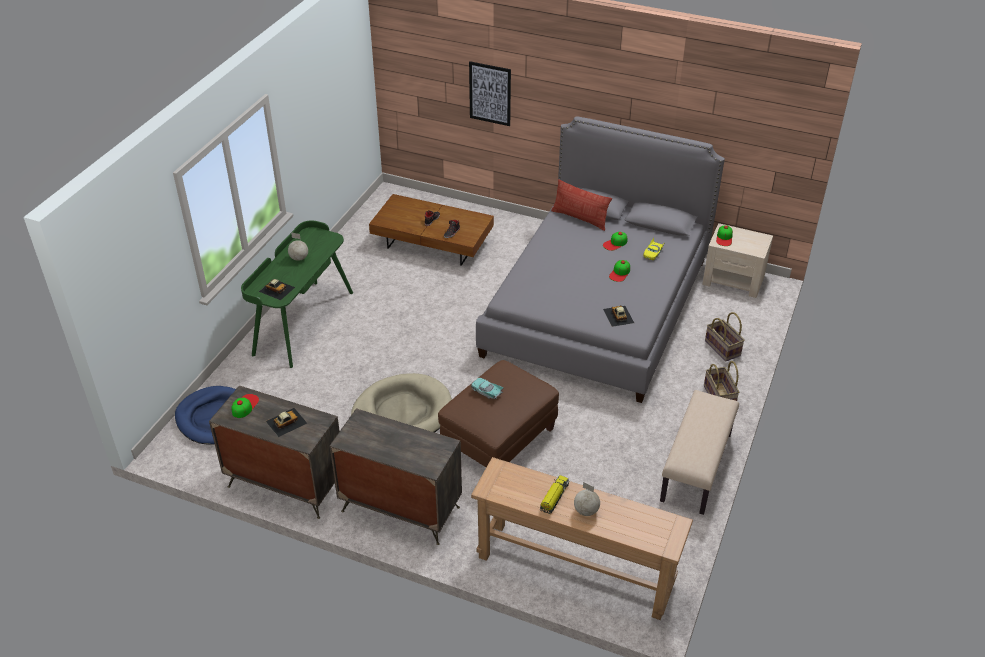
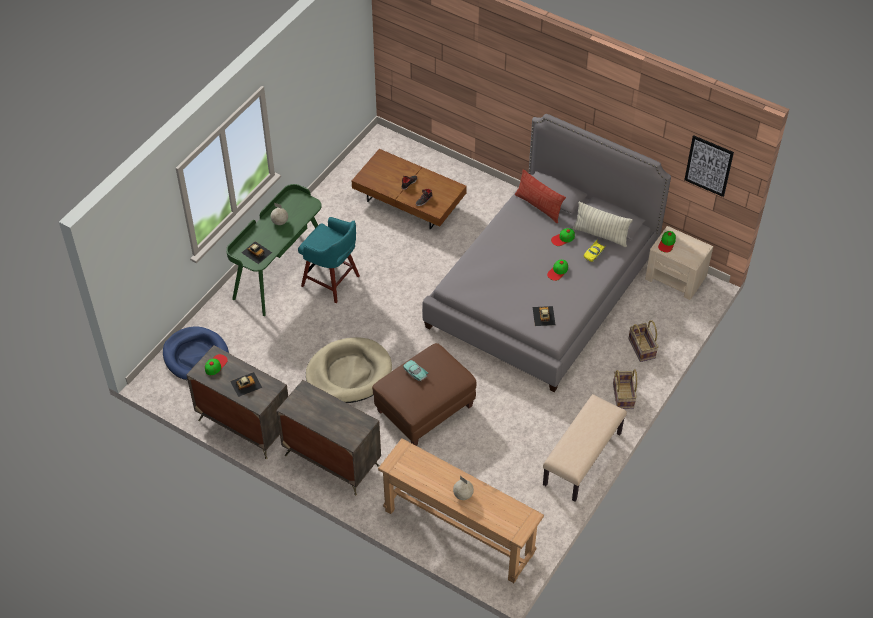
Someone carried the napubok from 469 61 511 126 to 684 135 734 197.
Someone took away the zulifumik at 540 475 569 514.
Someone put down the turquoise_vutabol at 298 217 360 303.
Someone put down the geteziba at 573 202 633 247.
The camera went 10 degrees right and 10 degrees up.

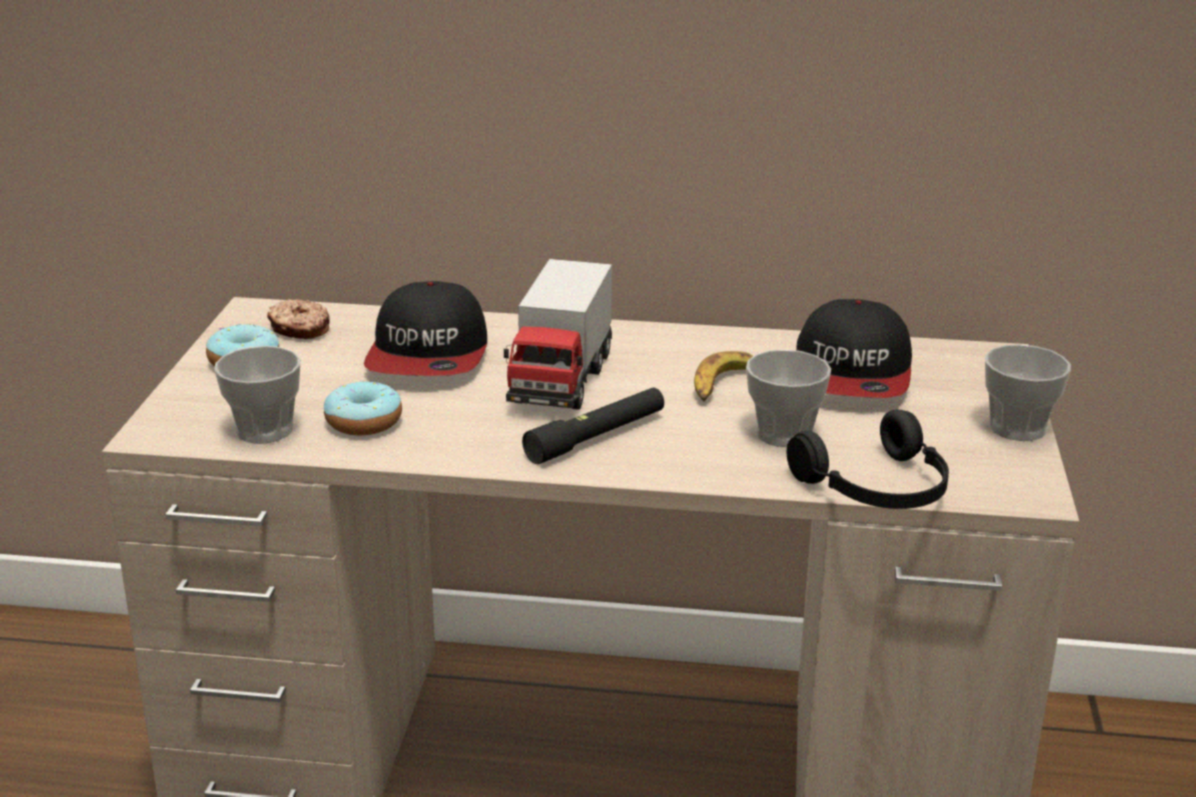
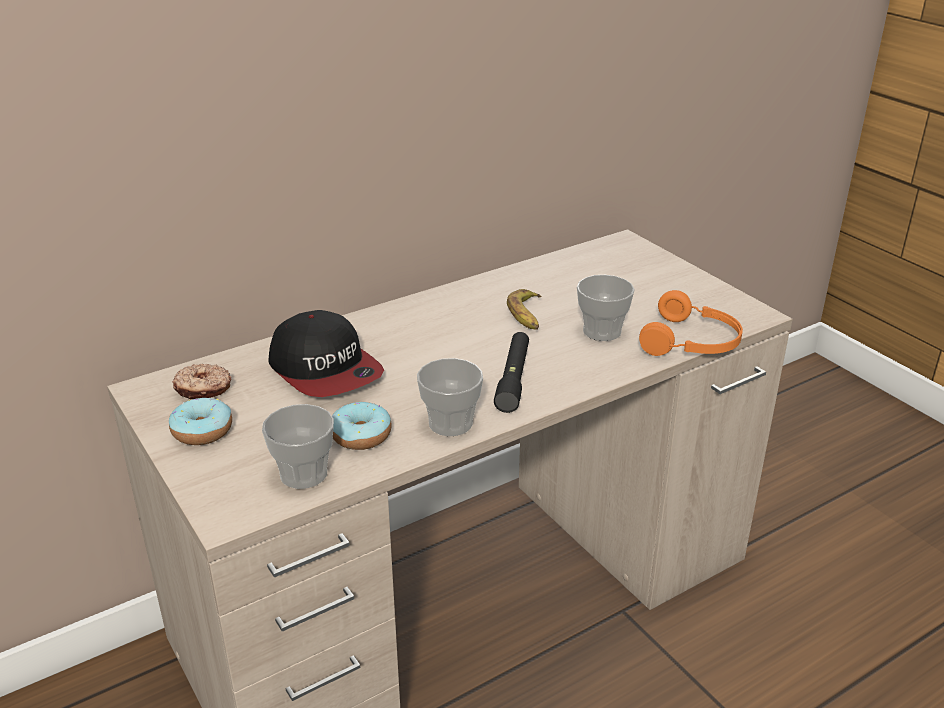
Someone took away the zulifumik at 504 259 612 410.
Someone repainted the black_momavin at 787 409 949 509, which became the orange_momavin at 639 290 743 356.
Someone took away the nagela at 796 299 912 398.
Someone carried the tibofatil from 985 344 1071 441 to 417 358 483 436.
The camera went 40 degrees left and 5 degrees up.

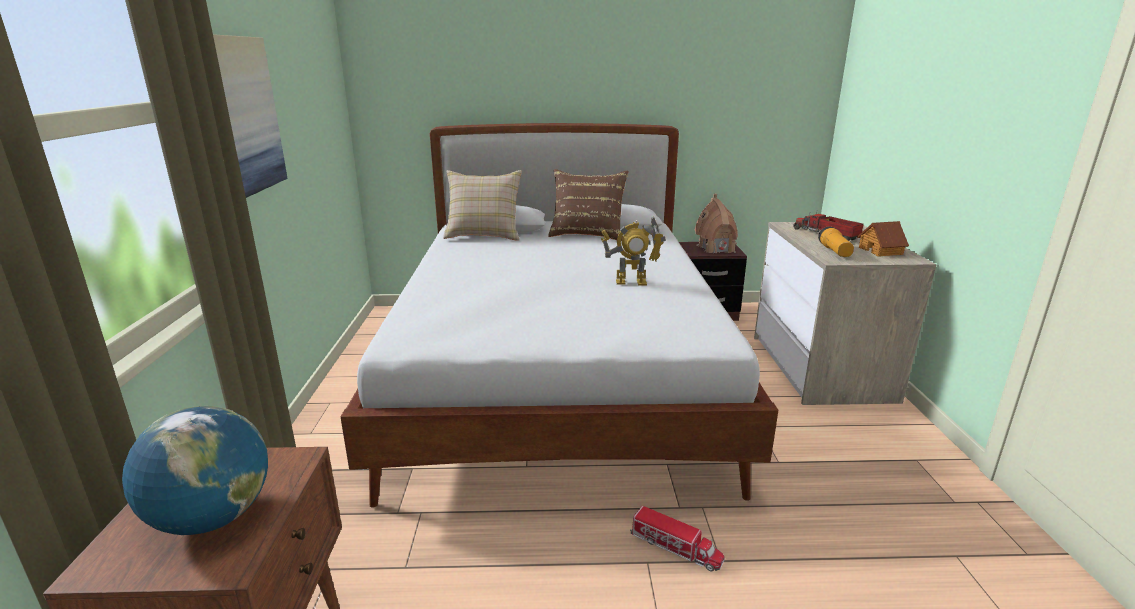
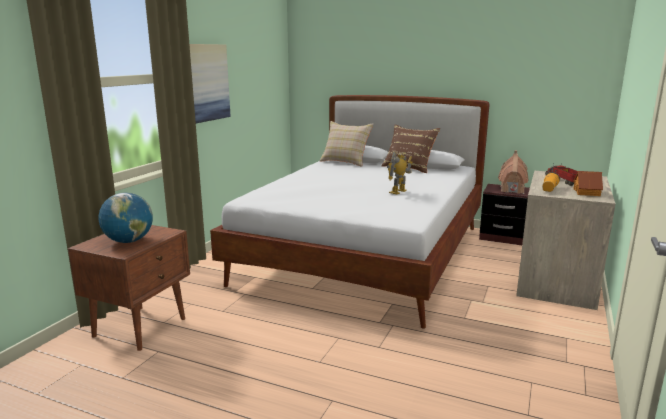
Someone rotated the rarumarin at 601 216 666 286 by 105 degrees clockwise.
Someone took away the zulifumik at 630 506 725 572.
The camera went 25 degrees right and 5 degrees down.

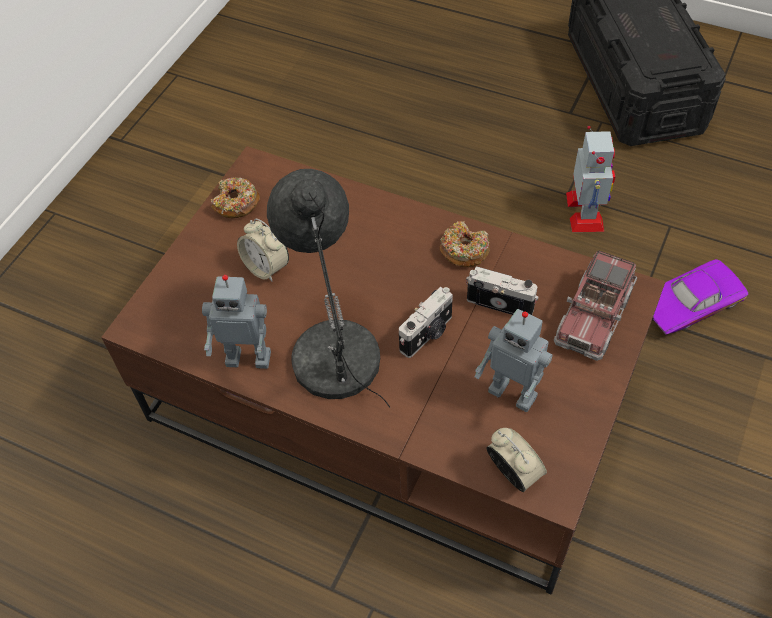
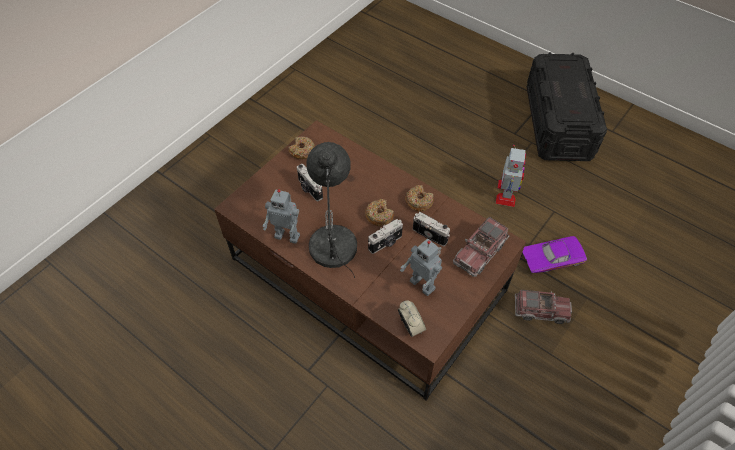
Someone swapped the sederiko at 237 218 289 282 for the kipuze at 297 164 323 201.
Someone put down the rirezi at 365 199 394 226.
Someone put down the zulifumik at 515 290 572 324.
The camera went 10 degrees right and 0 degrees up.

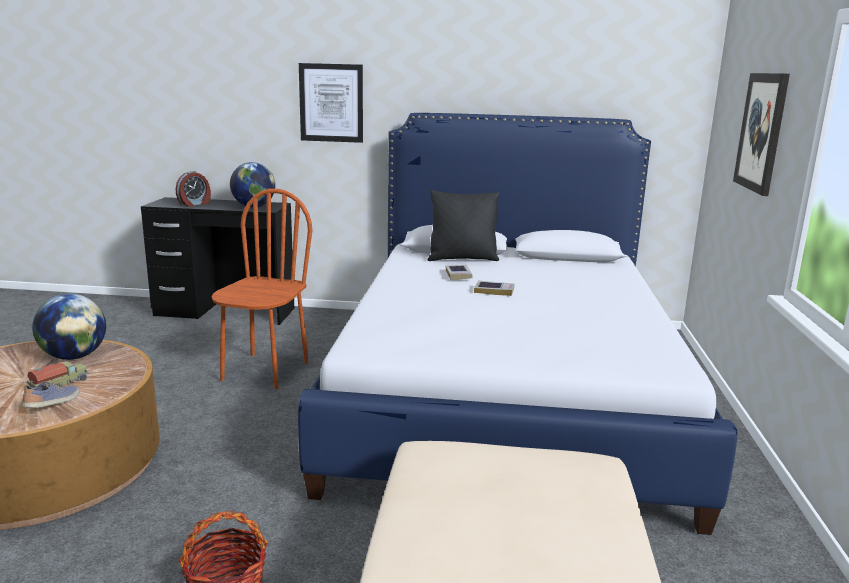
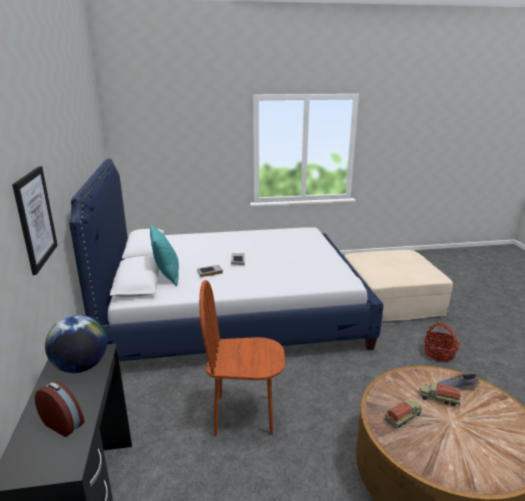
Someone swapped the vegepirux at 32 294 106 360 for the zulifumik at 385 400 422 429.
Someone repainted the black_geteziba at 427 189 500 261, which became the turquoise_geteziba at 150 225 179 286.
Someone took away the napubok at 733 73 790 196.
The camera went 105 degrees left and 5 degrees up.

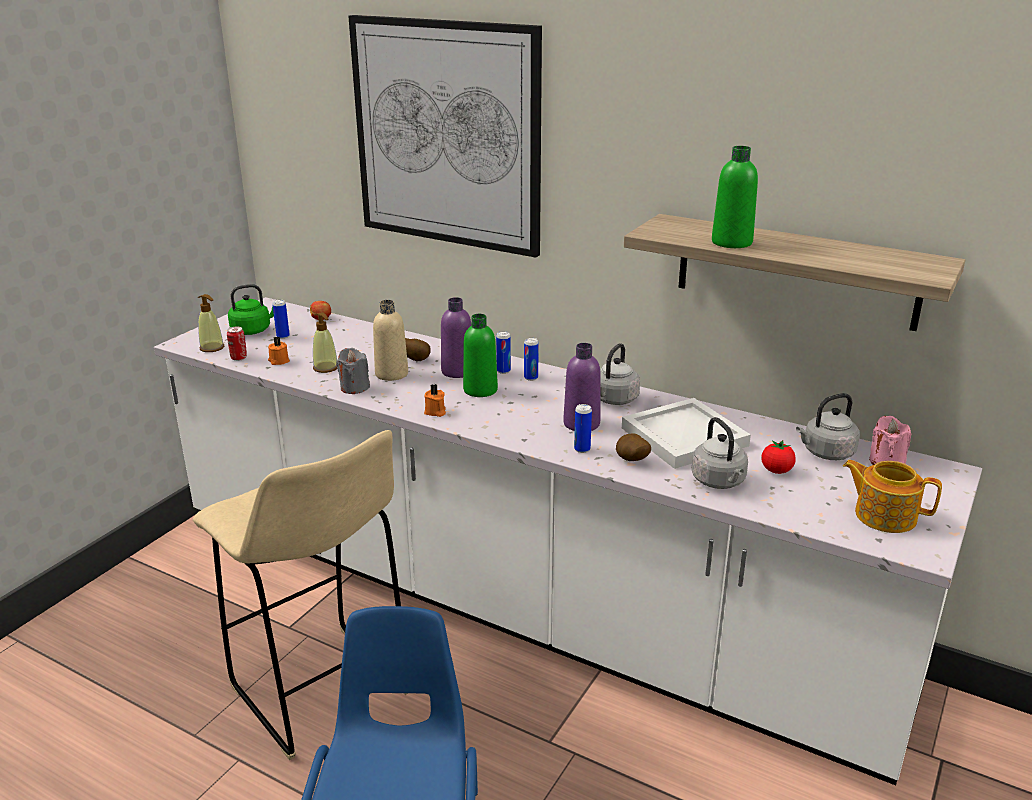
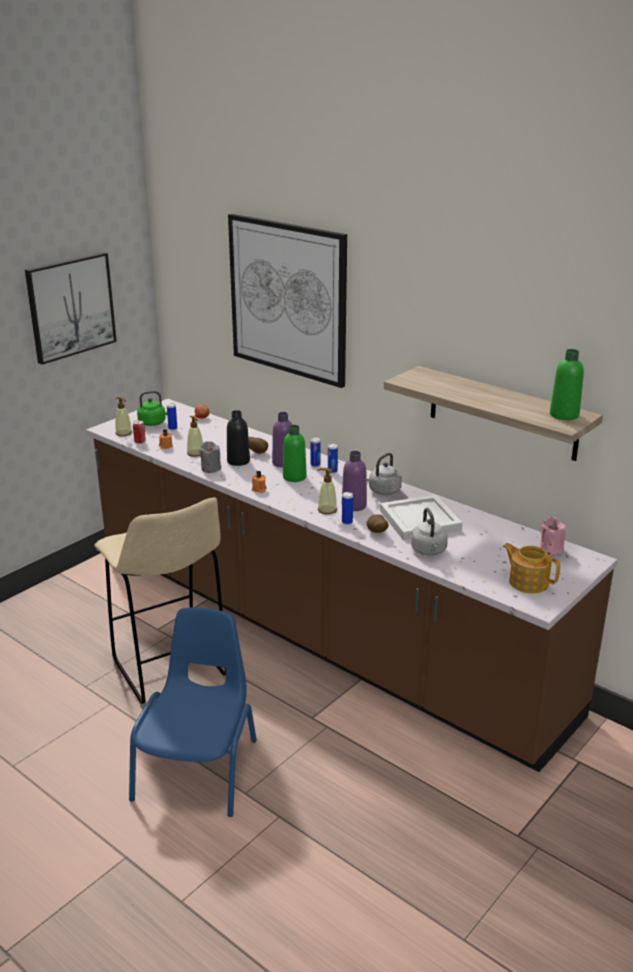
Someone repainted the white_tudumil at 154 297 982 785, which became the brown_tudumil at 86 399 617 772.
Someone repainted the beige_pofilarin at 373 300 408 381, which became the black_pofilarin at 227 410 250 466.
Someone carried the green_pofilarin from 712 146 758 248 to 550 349 584 420.
Someone took away the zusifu at 761 440 796 474.
Someone took away the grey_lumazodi at 796 393 860 460.
Someone put up the napubok at 25 252 117 365.
Someone put down the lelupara at 317 468 337 514.
The camera went 10 degrees right and 0 degrees up.

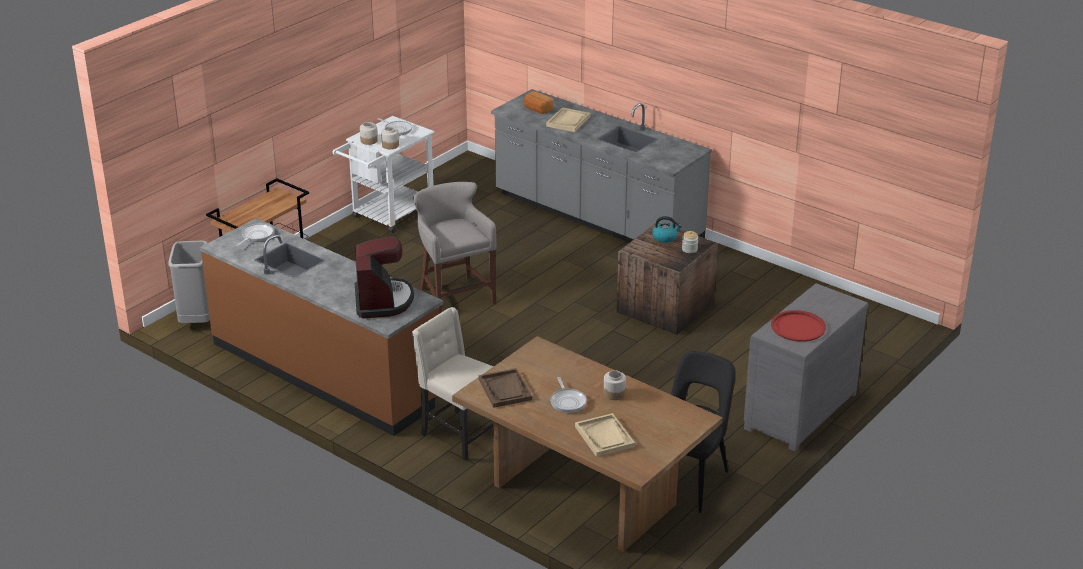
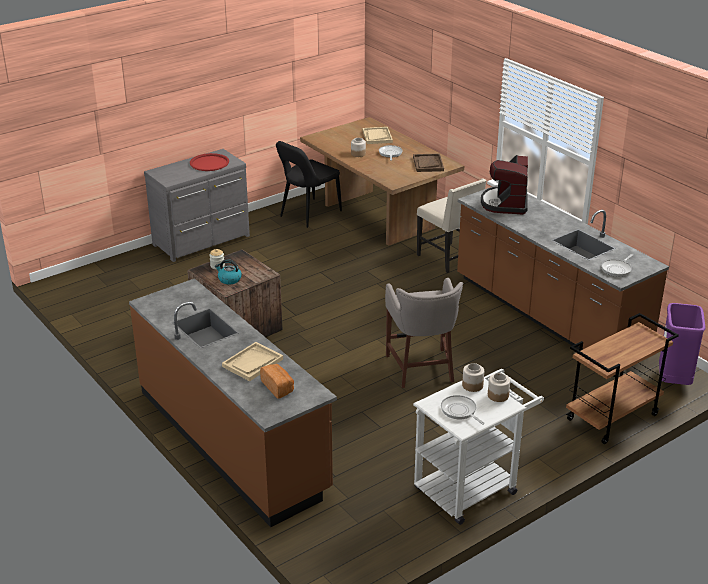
Someone repainted the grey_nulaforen at 168 241 210 323, which became the purple_nulaforen at 659 303 705 385.
Someone repainted the grey_tudumil at 491 89 712 243, which became the brown_tudumil at 129 278 337 527.
The camera went 165 degrees left and 0 degrees up.

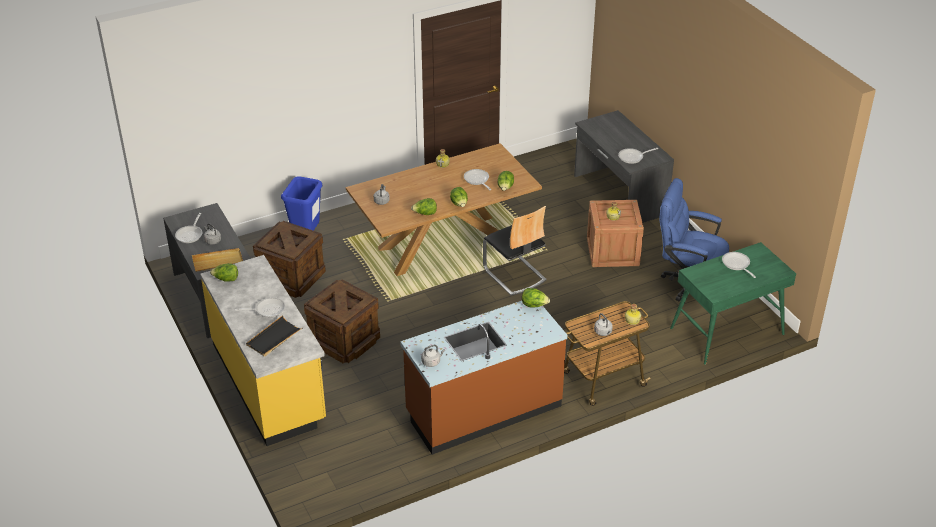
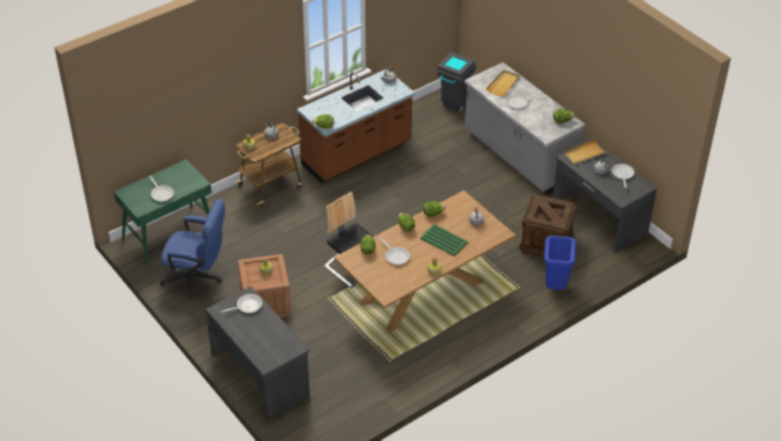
Someone repainted the yellow_tudumil at 200 255 326 446, which became the grey_tudumil at 464 62 585 195.
Someone repainted the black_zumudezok at 246 315 303 357, which became the beige_zumudezok at 486 70 520 96.
Someone took away the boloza at 304 280 380 364.
Someone put down the green_zumudezok at 420 224 468 256.
Someone put down the grey_nulaforen at 437 52 476 112.
The camera went 170 degrees right and 5 degrees up.

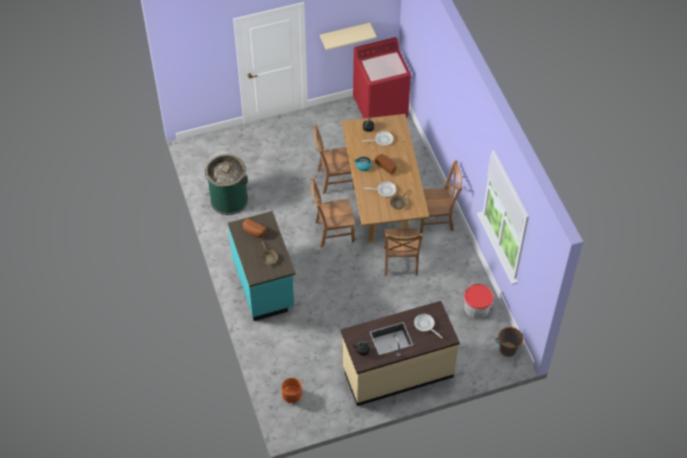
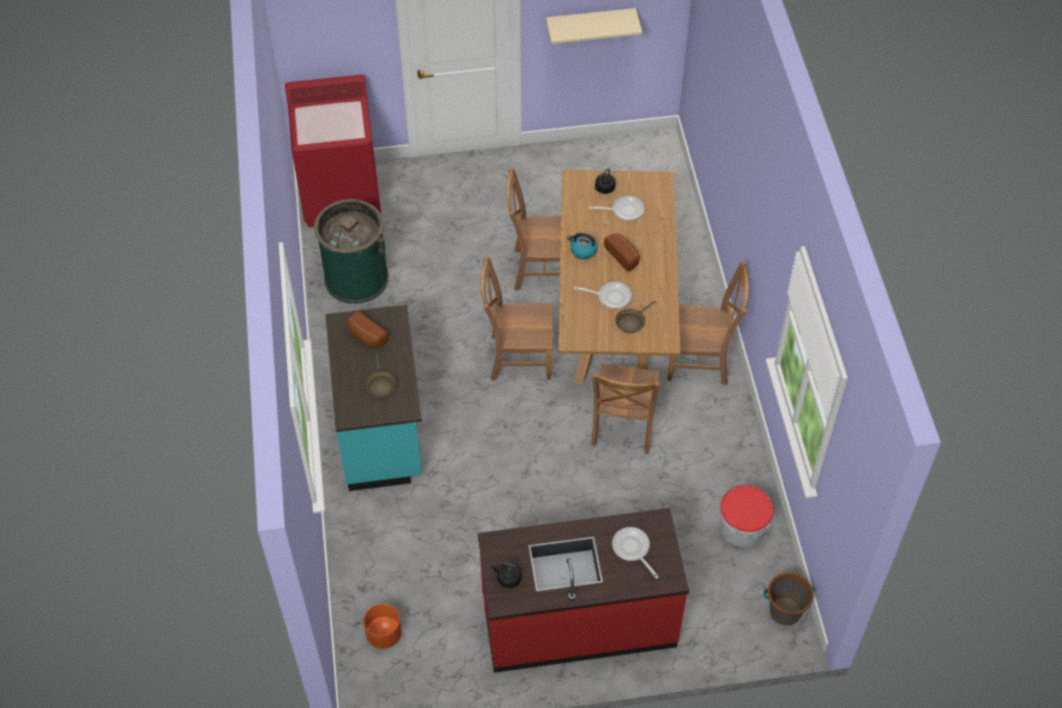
Someone repainted the beige_tudumil at 341 301 460 406, which became the red_tudumil at 478 508 689 673.
Someone carried the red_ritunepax from 353 37 411 119 to 285 75 381 227.
The camera went 10 degrees right and 0 degrees up.

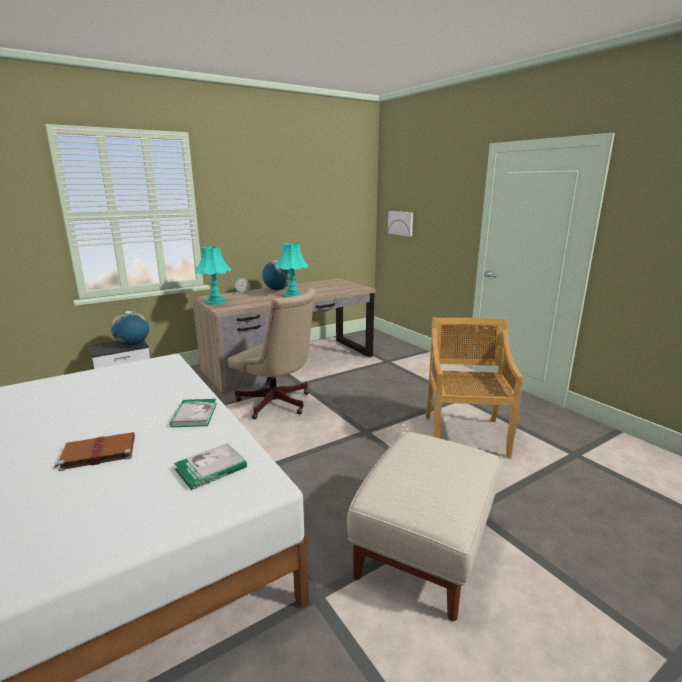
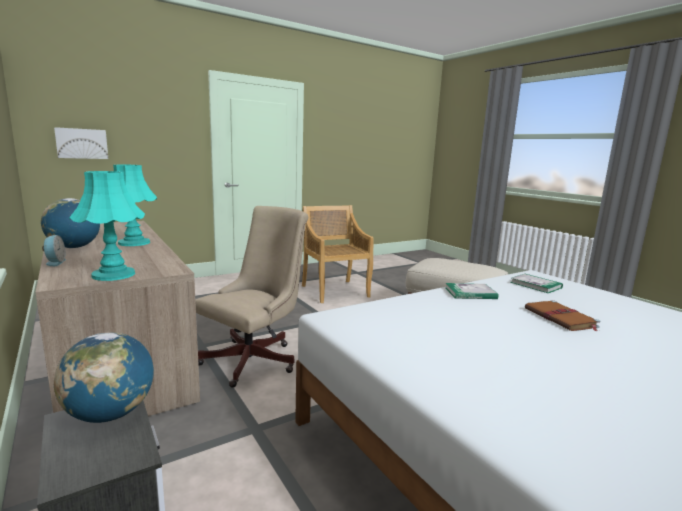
Someone rotated the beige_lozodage at 425 317 523 459 by 60 degrees clockwise.
The camera went 90 degrees left and 5 degrees down.

